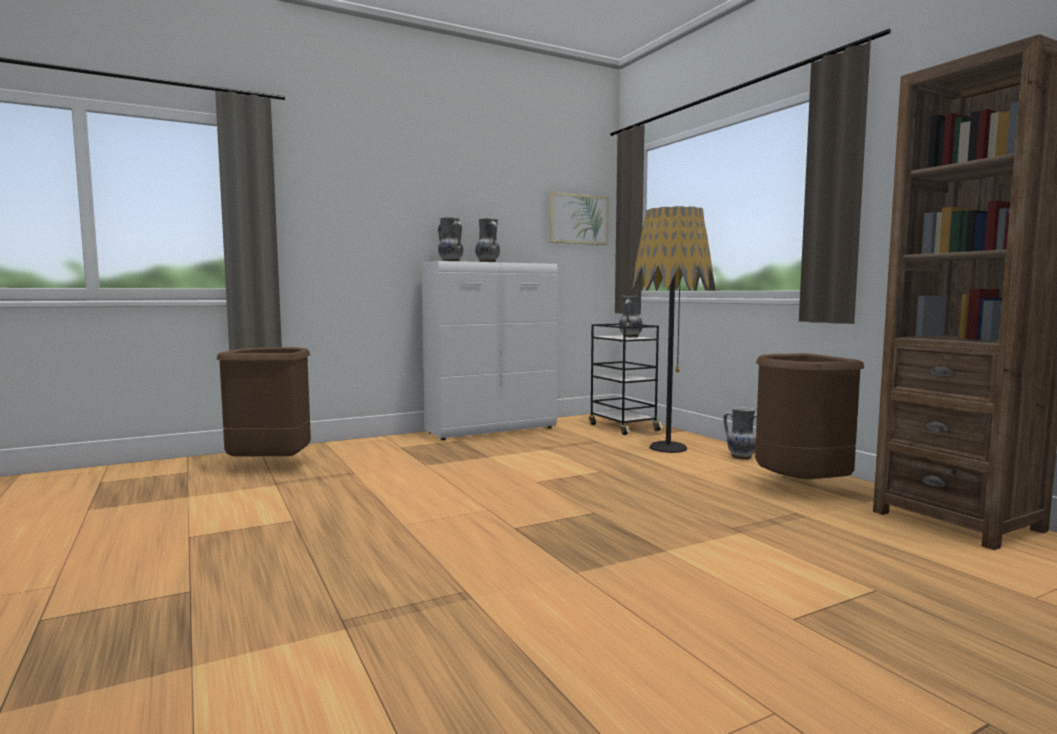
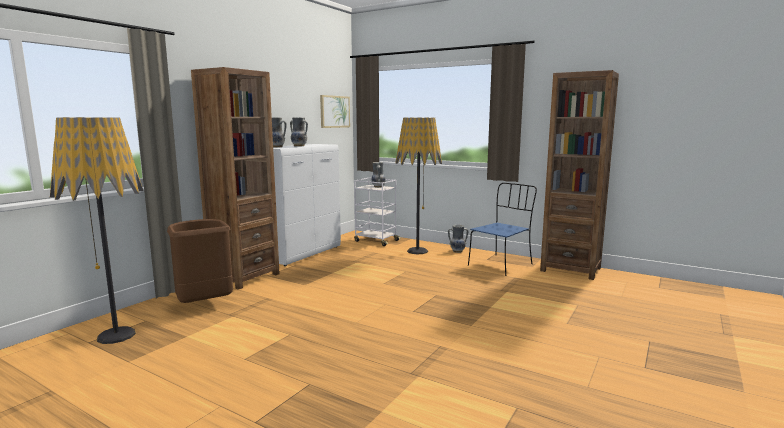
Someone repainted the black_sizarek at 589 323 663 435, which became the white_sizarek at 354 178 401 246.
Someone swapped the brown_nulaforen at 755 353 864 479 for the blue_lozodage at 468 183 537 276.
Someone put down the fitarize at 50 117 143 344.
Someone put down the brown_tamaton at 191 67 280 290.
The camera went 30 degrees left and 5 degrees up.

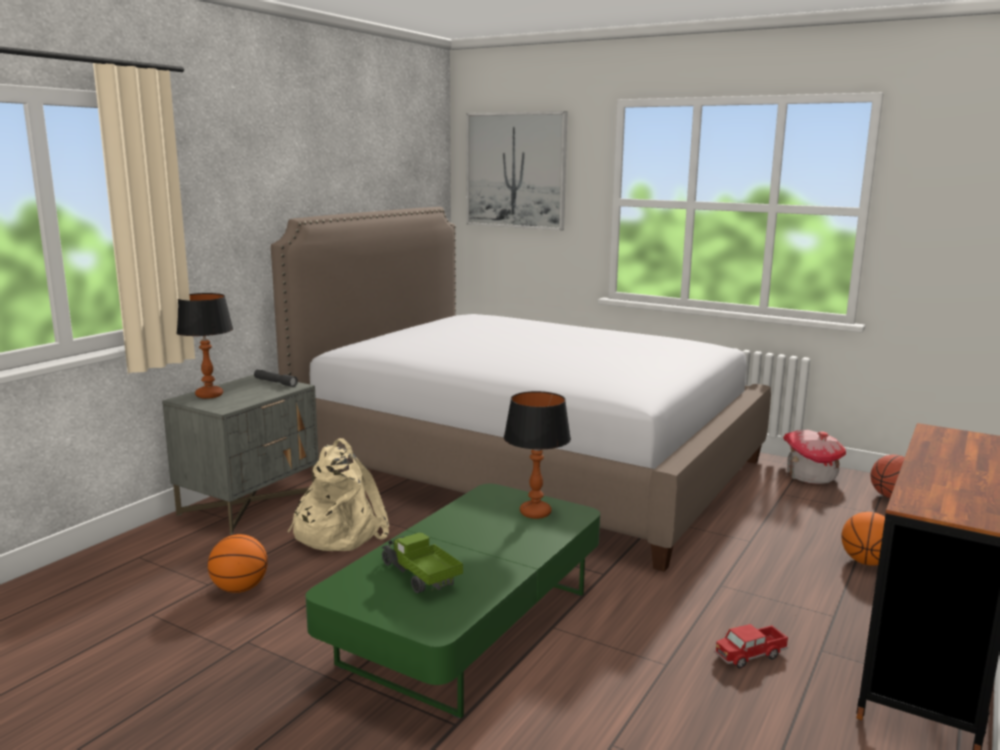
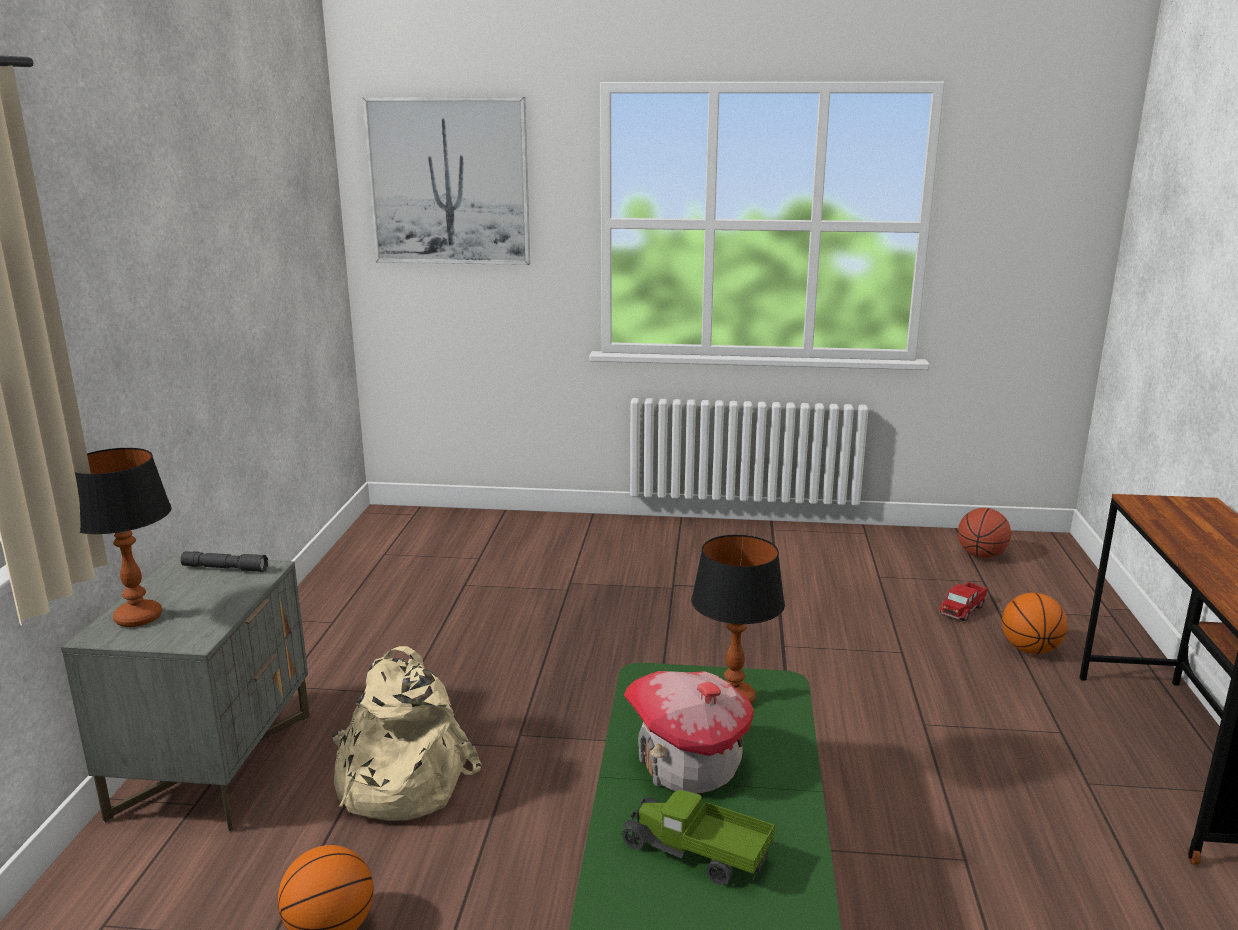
Someone took away the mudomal at 271 207 771 572.
Someone carried the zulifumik from 714 624 788 668 to 939 582 987 621.
Someone carried the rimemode from 783 430 846 484 to 624 671 754 794.
The camera went 25 degrees left and 5 degrees up.

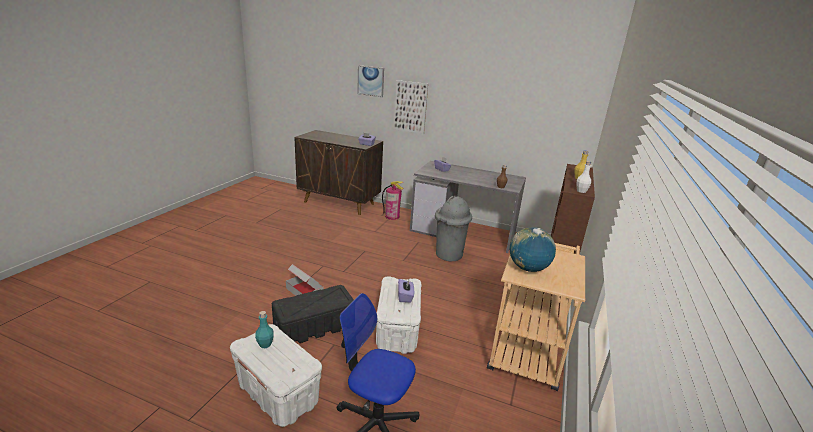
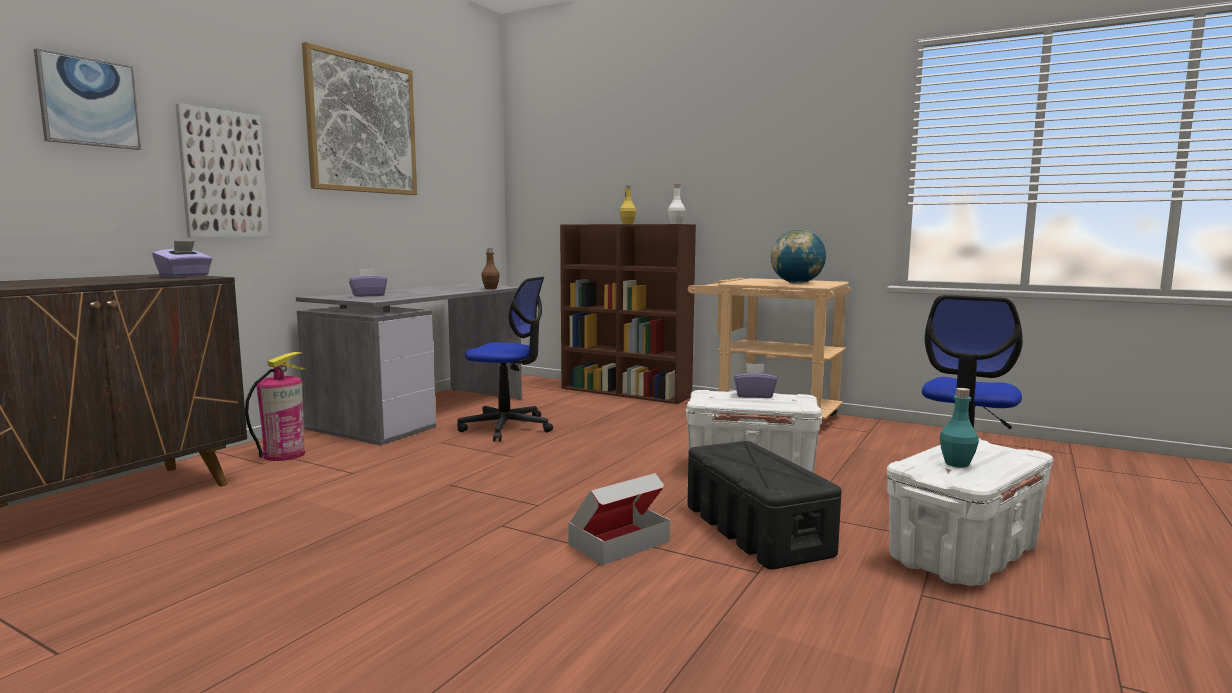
Someone swapped the grey_nulaforen at 435 195 472 261 for the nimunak at 457 277 553 441.
Someone put up the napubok at 302 42 417 195.
The camera went 80 degrees left and 15 degrees down.

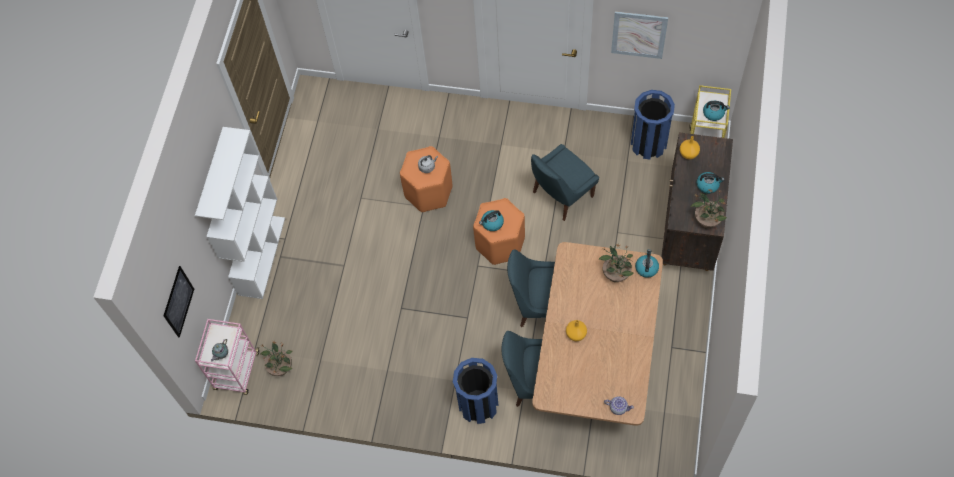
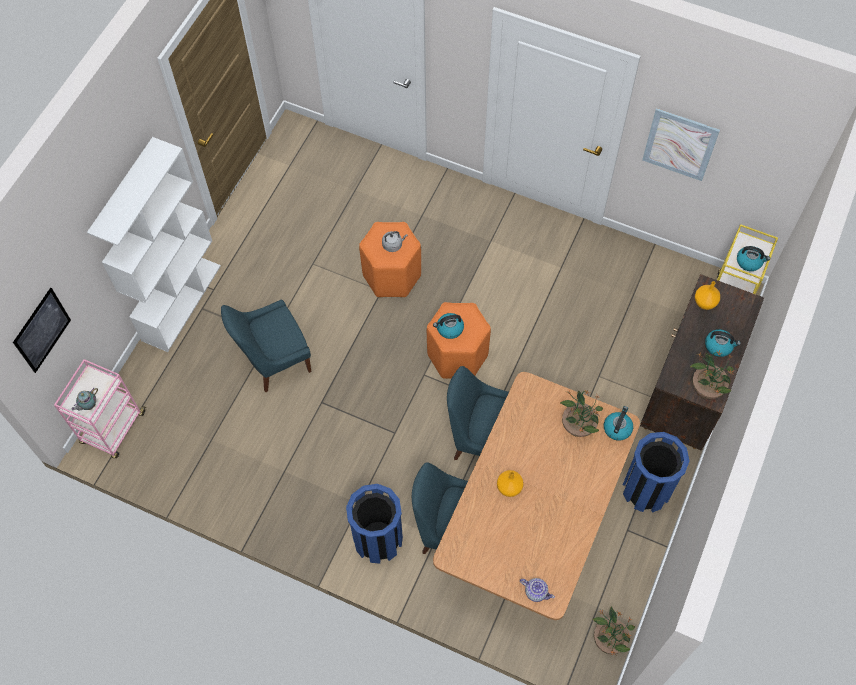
Someone carried the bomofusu from 259 341 292 376 to 592 607 635 655.
Someone carried the blue_lozodage from 531 144 599 221 to 221 300 311 392.
Someone carried the blue_nulaforen from 631 90 675 159 to 623 432 690 513.
The camera went 10 degrees right and 0 degrees up.

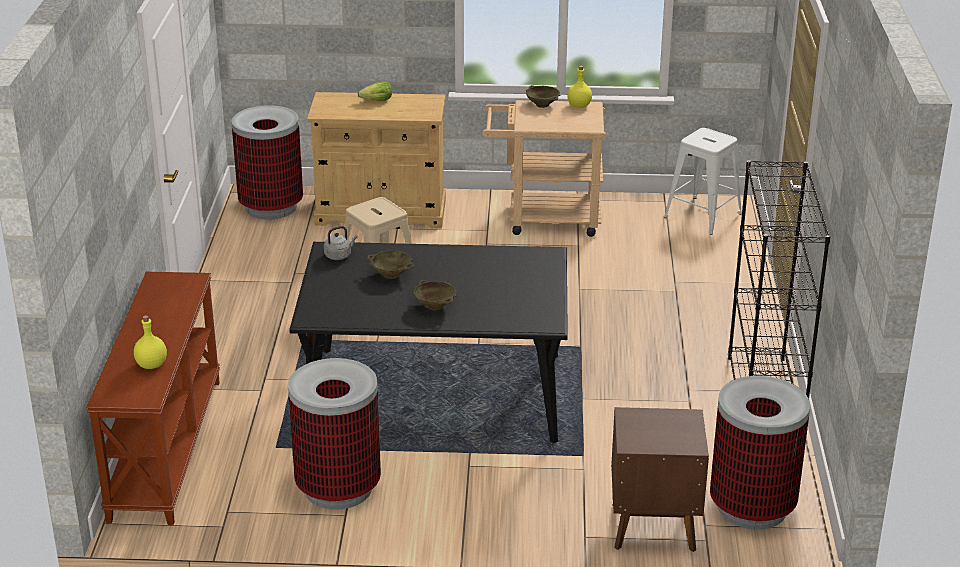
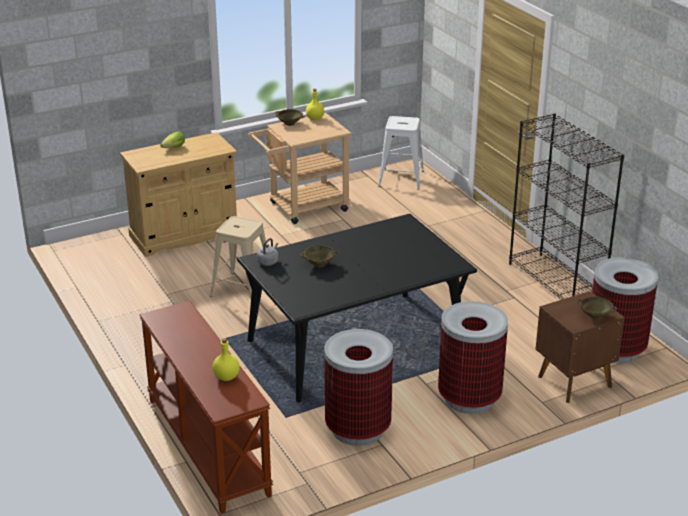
Someone carried the nulaforen from 231 105 303 219 to 438 301 508 414.
Someone carried the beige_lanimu from 414 280 457 310 to 577 296 617 320.
The camera went 30 degrees left and 0 degrees up.

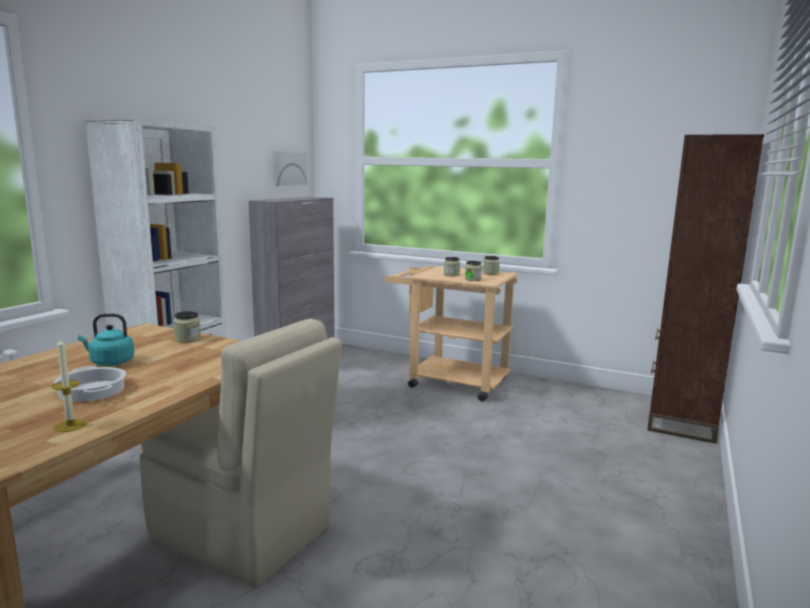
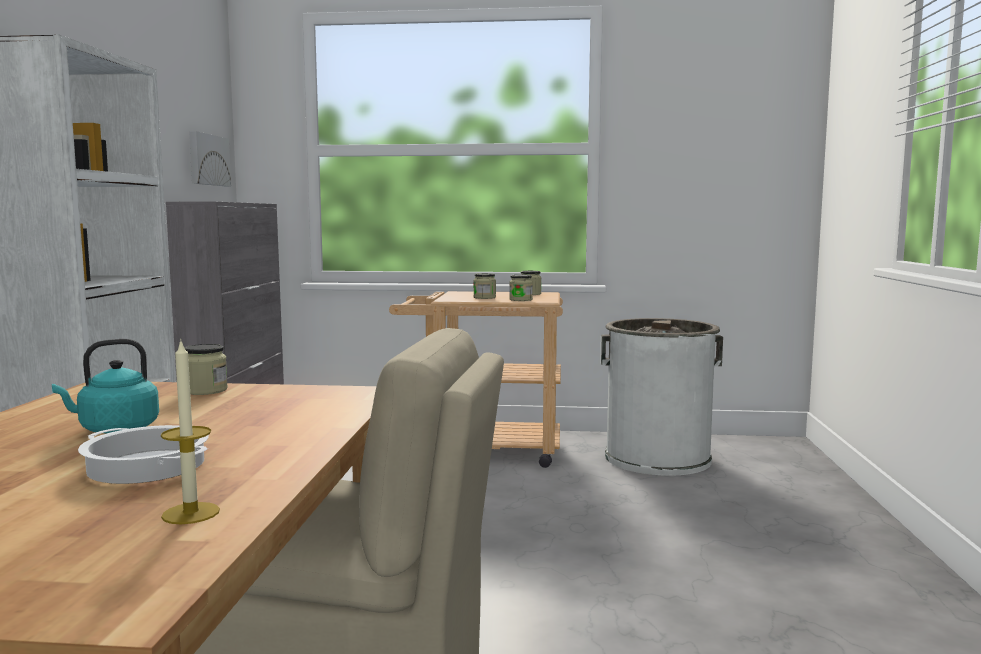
Someone took away the brown_tamaton at 647 134 764 444.
Someone put down the white_nulaforen at 600 318 723 476.
The camera went 20 degrees left and 5 degrees down.

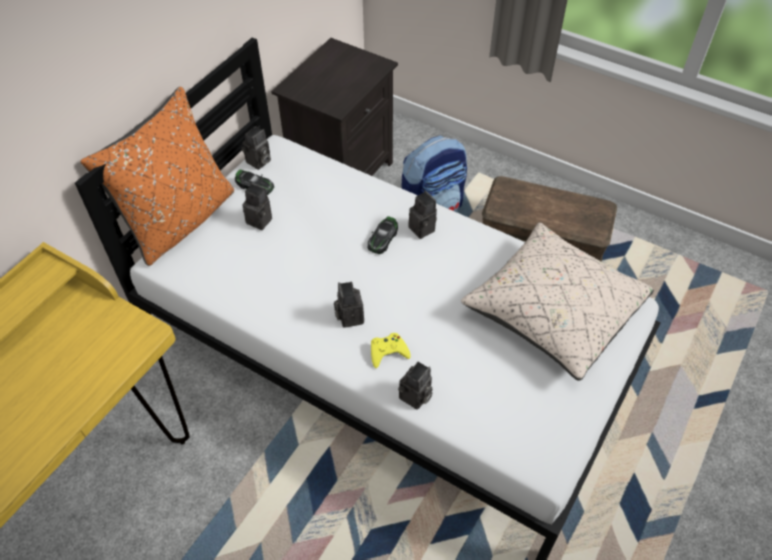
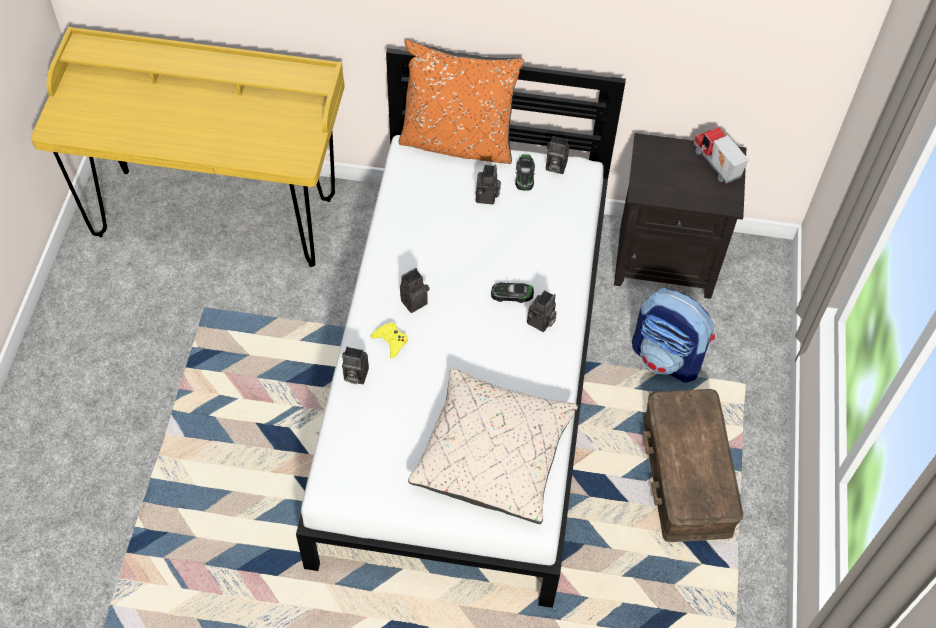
Someone put down the zulifumik at 693 127 749 183.
The camera went 65 degrees right and 5 degrees up.

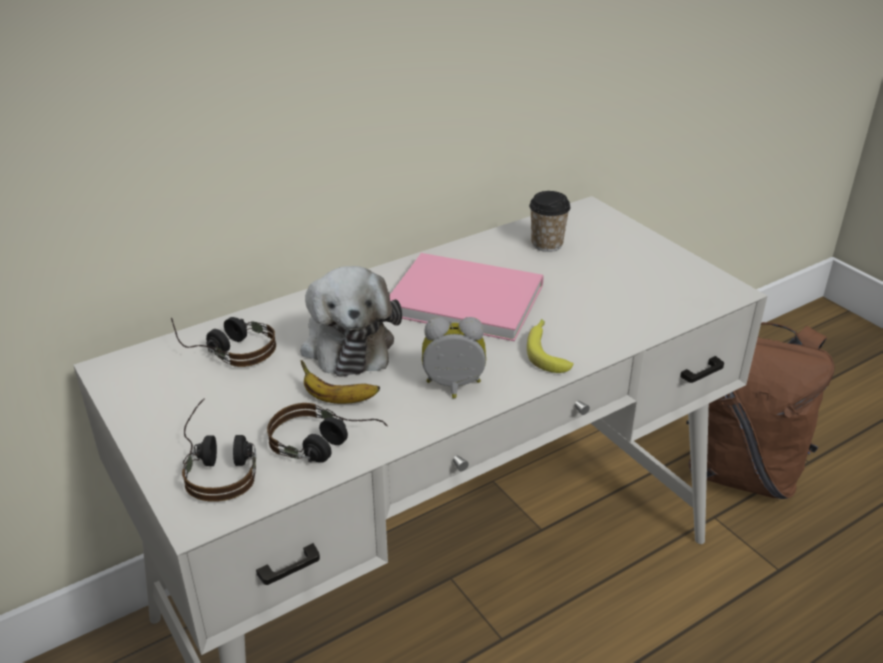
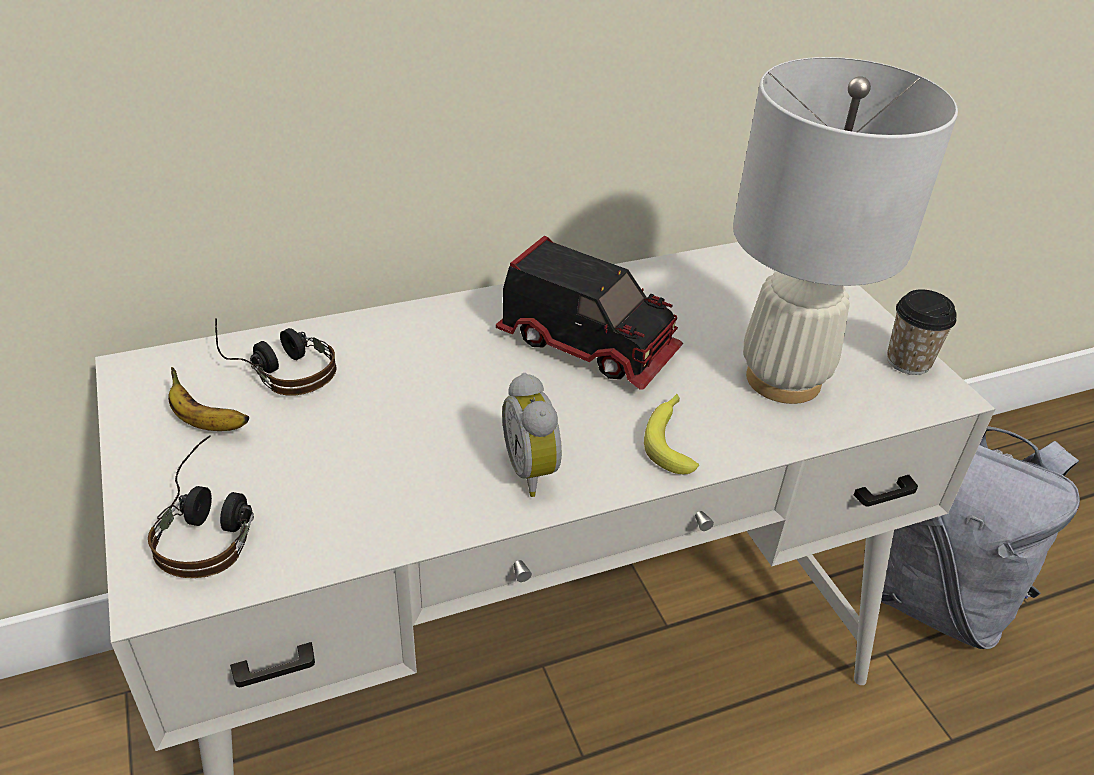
Someone took away the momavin at 267 403 388 463.
Someone took away the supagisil at 300 266 402 377.
Someone carried the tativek from 300 360 380 404 to 168 367 249 431.
Someone swapped the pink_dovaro at 390 253 544 342 for the zulifumik at 496 236 684 390.
Someone rotated the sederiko at 422 317 486 398 by 120 degrees counterclockwise.
Someone carried the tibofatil from 529 191 571 252 to 887 289 957 375.
Someone repainted the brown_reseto at 686 322 835 499, which became the grey_reseto at 881 426 1080 649.
Someone put down the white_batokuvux at 733 57 958 404.
The camera went 10 degrees right and 5 degrees up.

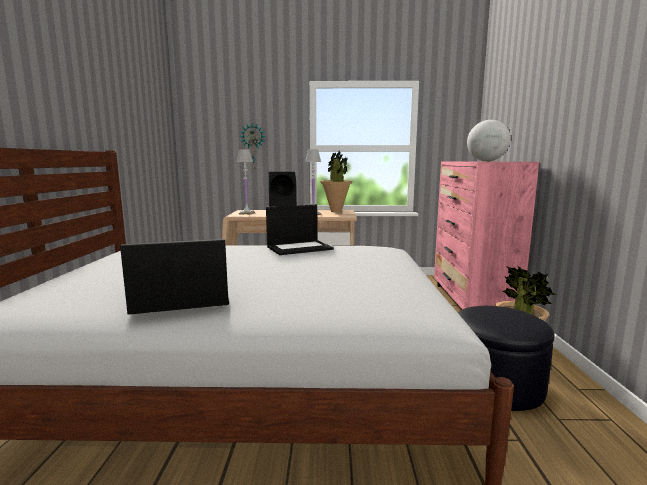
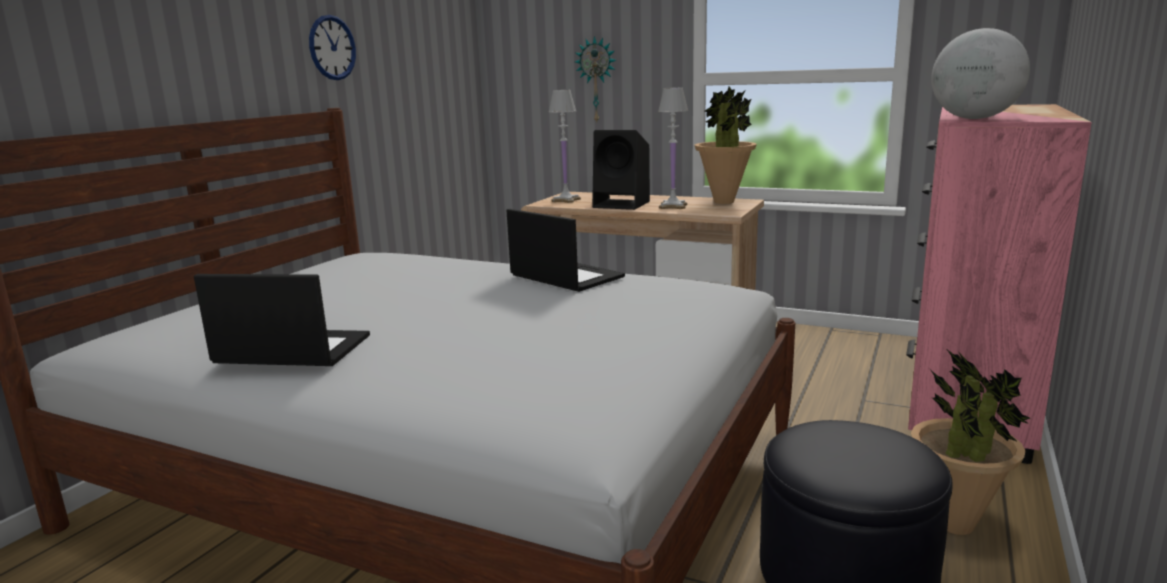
Someone rotated the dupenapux at 266 204 334 255 by 135 degrees counterclockwise.
Someone put up the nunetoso at 309 15 356 80.
The camera went 25 degrees right and 5 degrees up.

